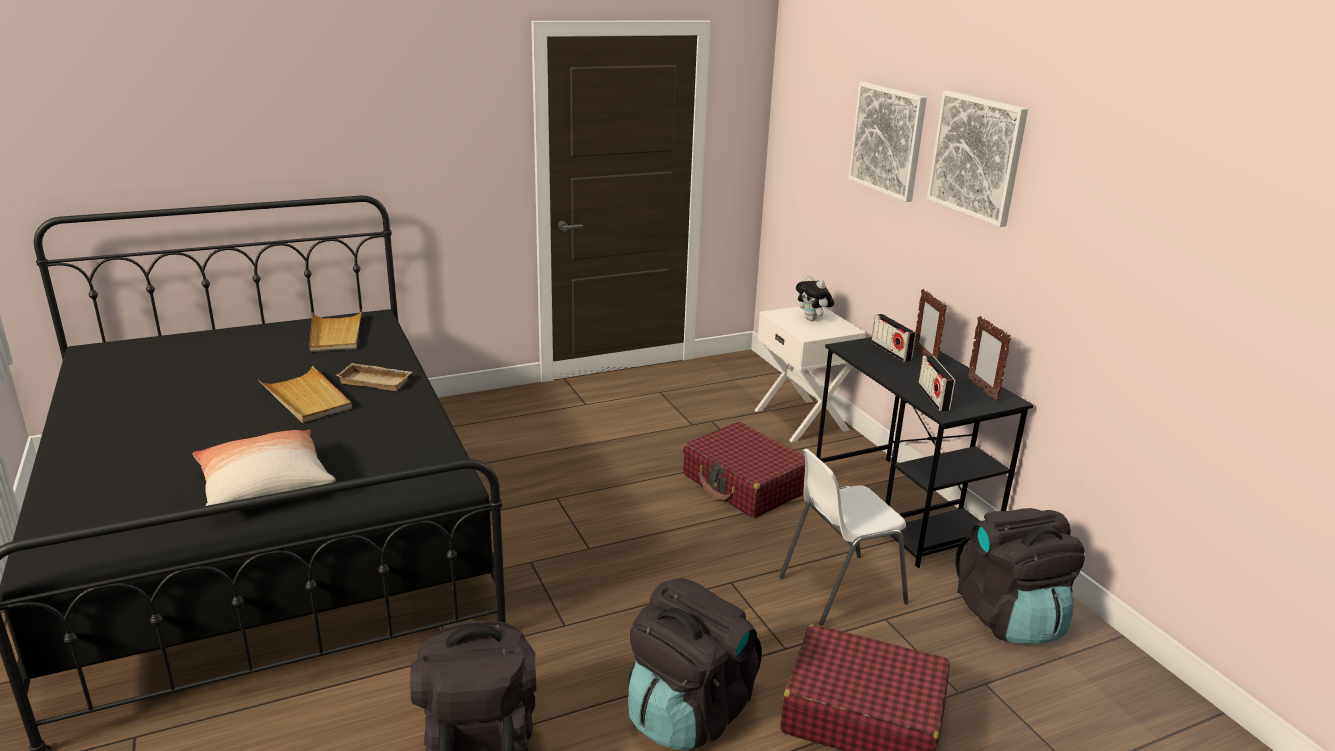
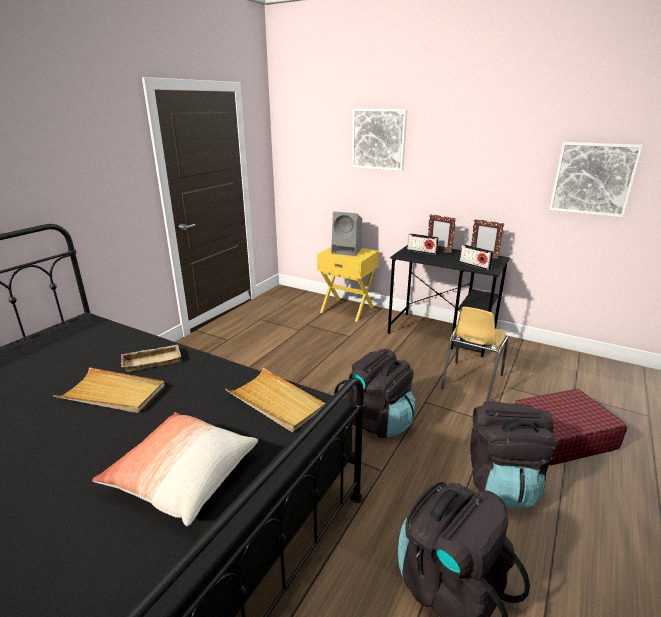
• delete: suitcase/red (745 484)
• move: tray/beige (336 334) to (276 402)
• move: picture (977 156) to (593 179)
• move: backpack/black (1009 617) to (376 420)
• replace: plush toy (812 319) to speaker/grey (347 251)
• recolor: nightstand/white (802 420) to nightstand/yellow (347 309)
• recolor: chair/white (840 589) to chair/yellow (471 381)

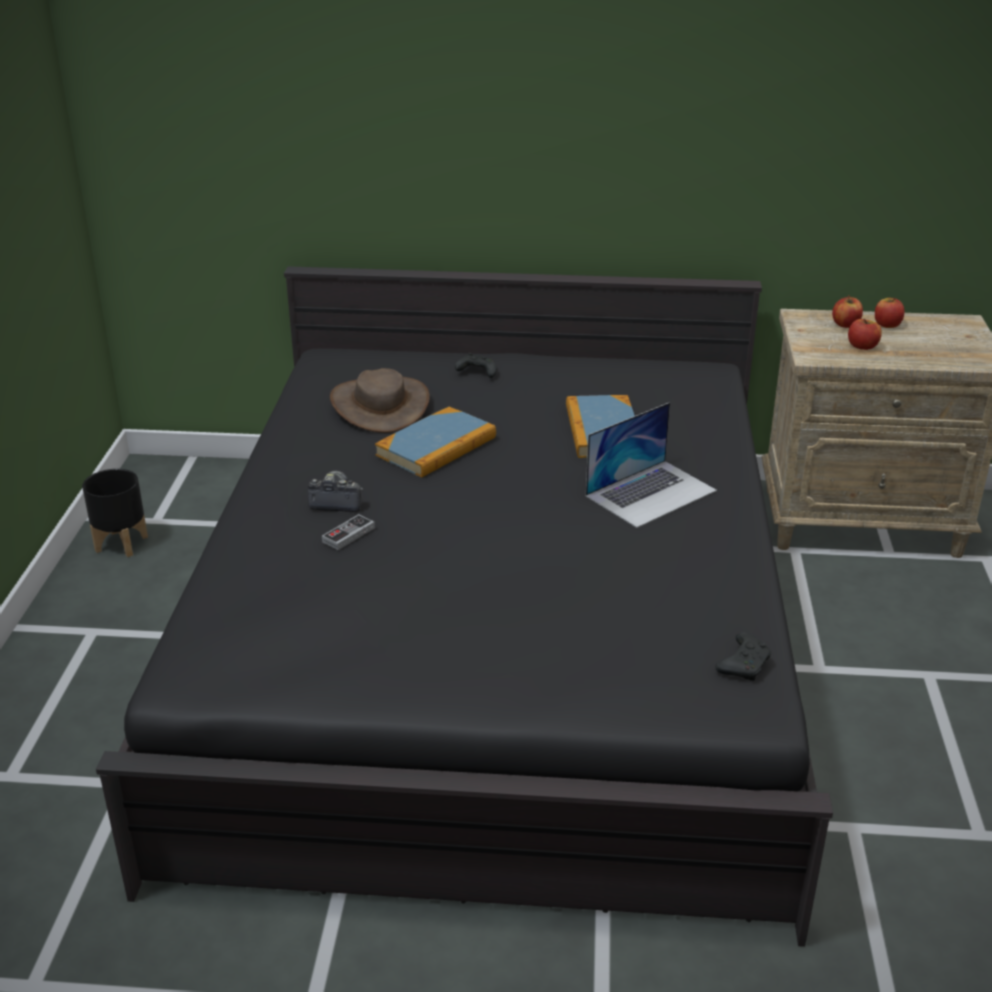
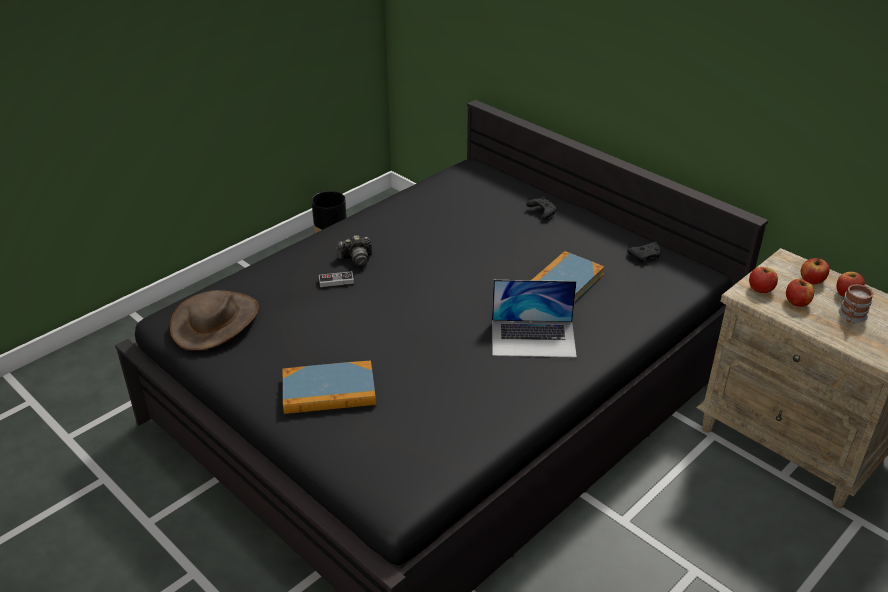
• insert: apple (760 289)
• insert: mug (851 317)
• move: hat/brown (380 405) to (216 321)
• move: book (436 447) to (329 391)
• move: game controller/black (744 665) to (645 256)
• rotate: photo camera (336 502) = (356 259) 120 degrees clockwise

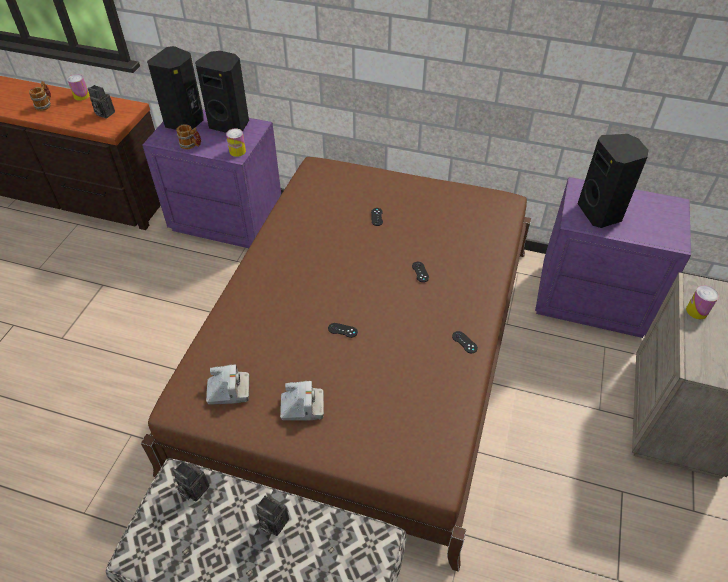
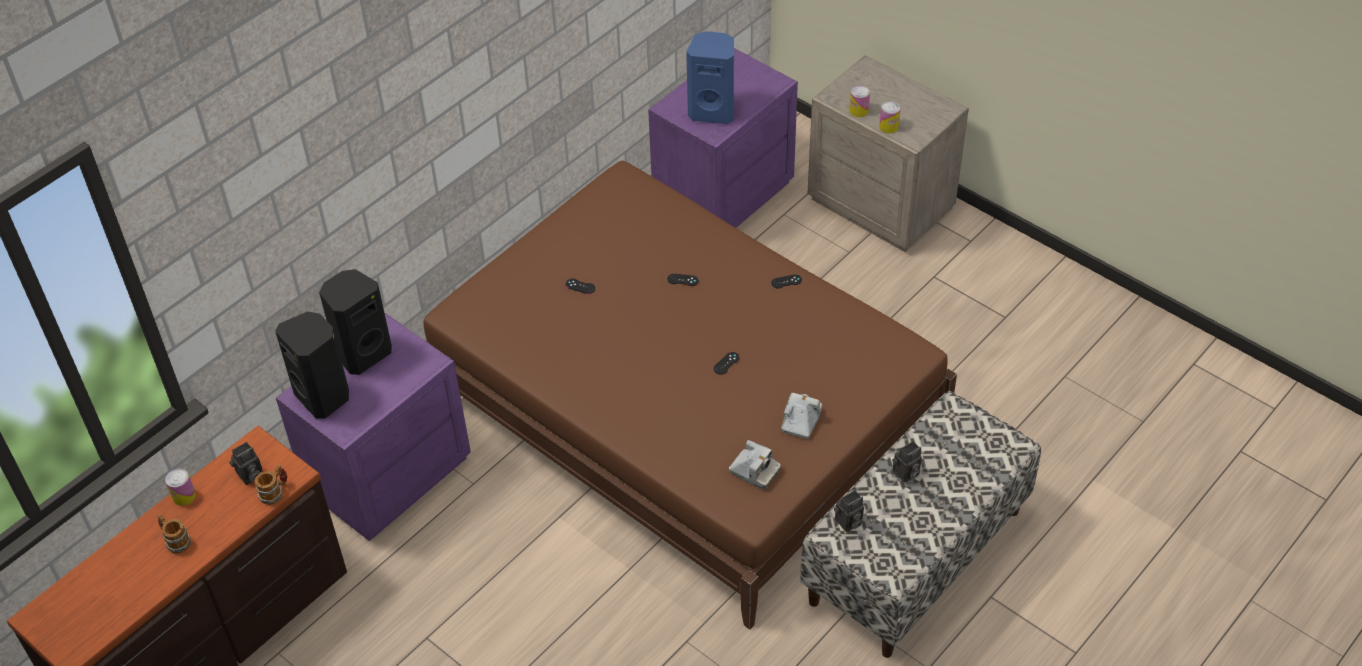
• move: mug (191 145) to (275 492)
• move: can (237 151) to (888 126)
• recolor: speaker/black (601 213) to speaker/blue (713 111)
• rotate: photo camera (229 391) = (754 471) 105 degrees clockwise

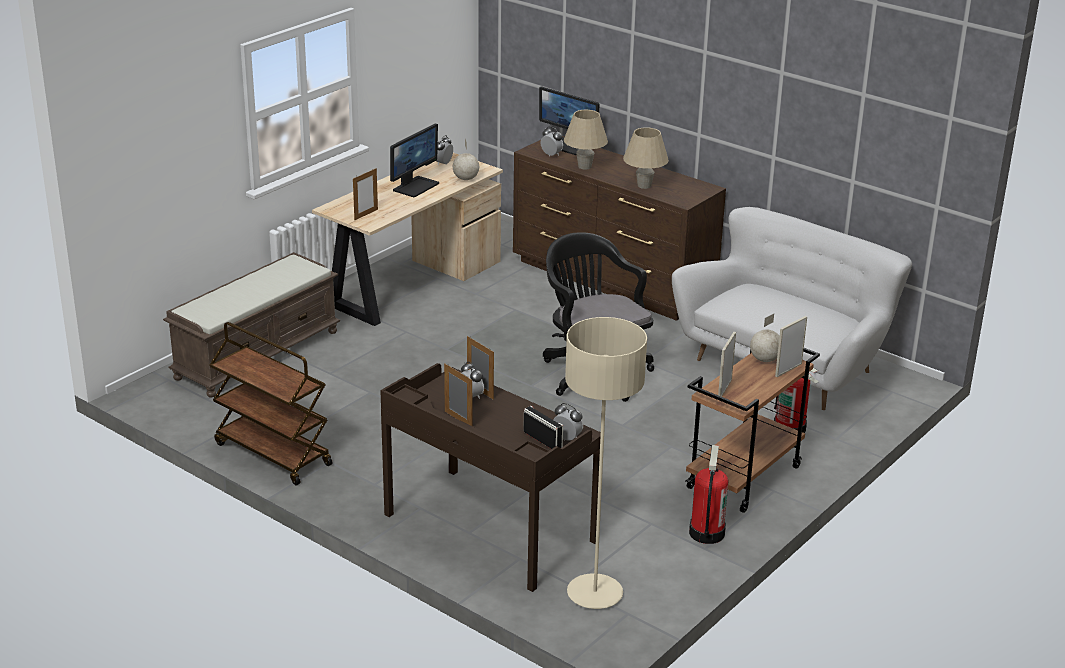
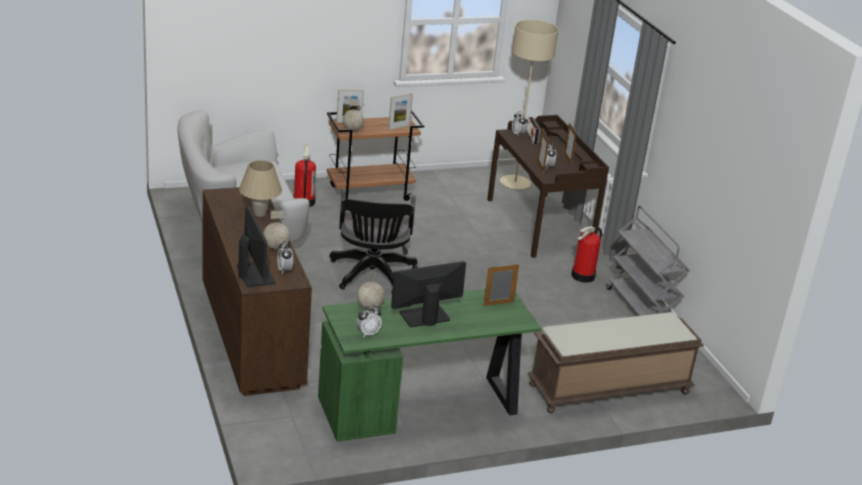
• move: fire extinguisher (706 532) to (583 276)
• replace: table lamp/beige (584 166) to globe (276 247)
• recolor: cart/brown (272 454) to cart/grey (641 309)
• recolor: desk/beige (411 283) to desk/green (422 406)

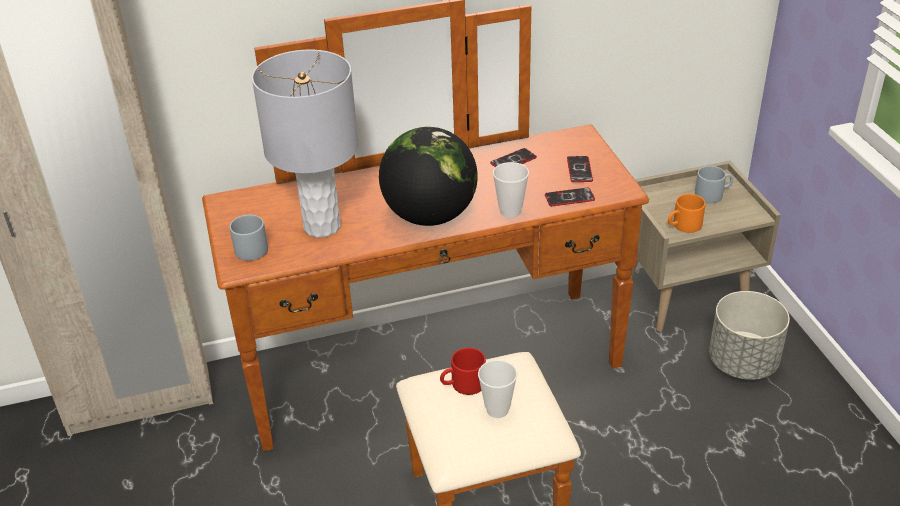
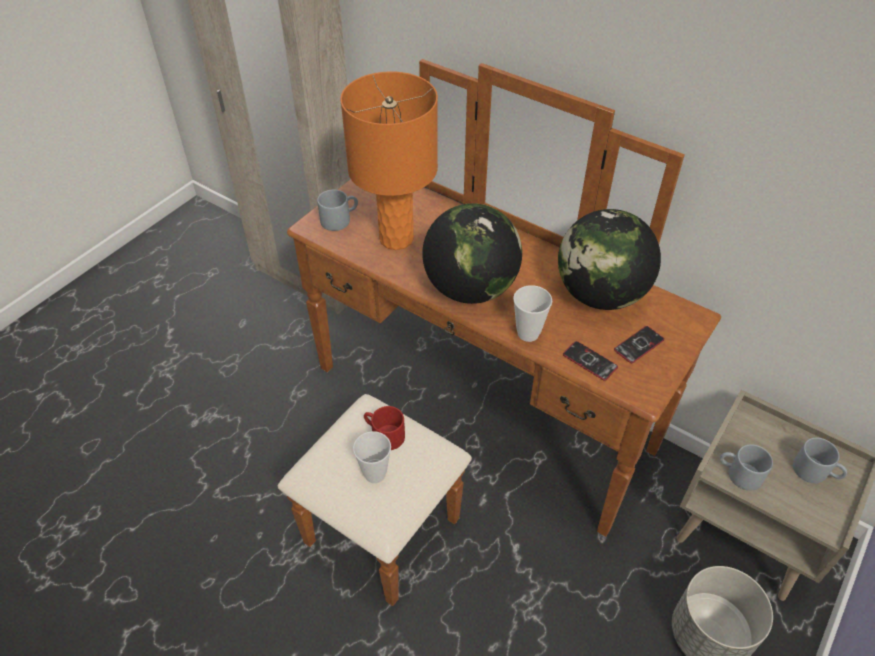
• replace: phone (513 161) to globe (600 294)
• recolor: table lamp/grey (322 226) to table lamp/orange (397 238)
• recolor: mug/orange (683 226) to mug/grey (739 474)

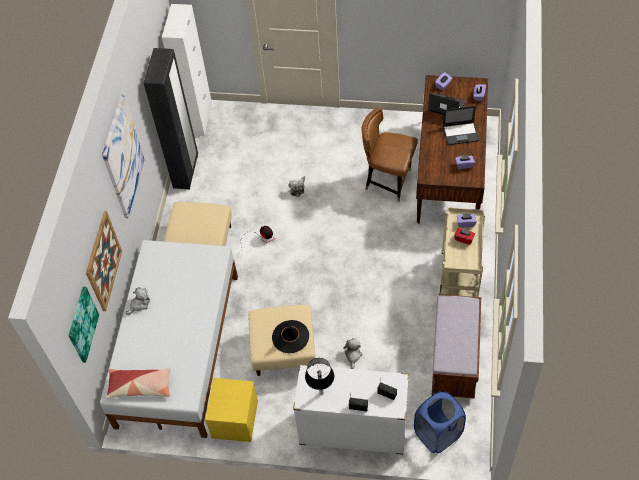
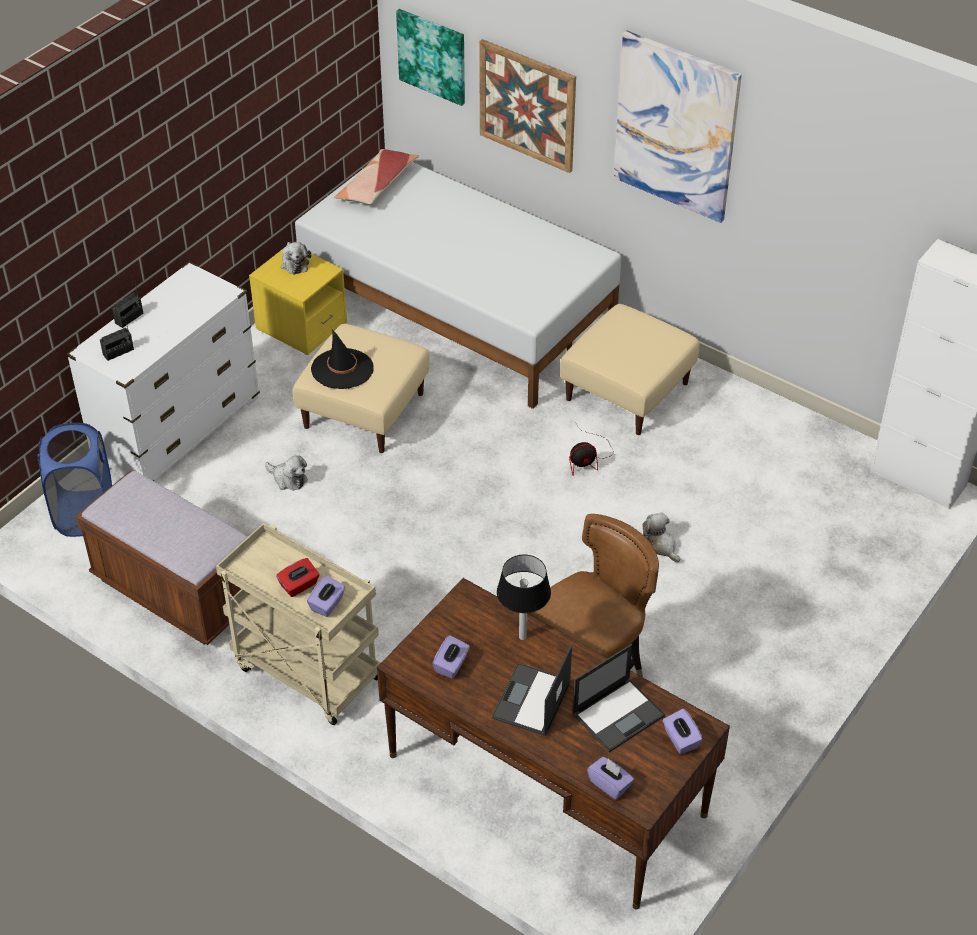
• delete: wardrobe/black (186 172)
• move: plush toy (139 304) to (294 263)
• move: table lamp (321 393) to (523 636)

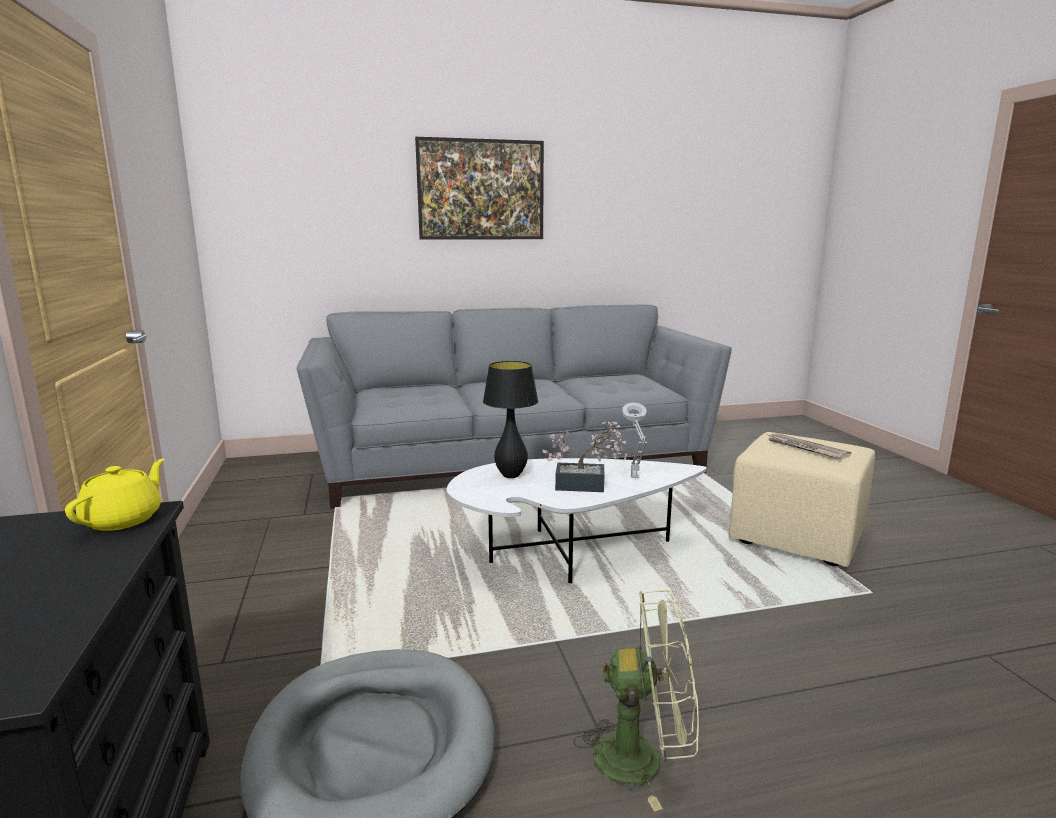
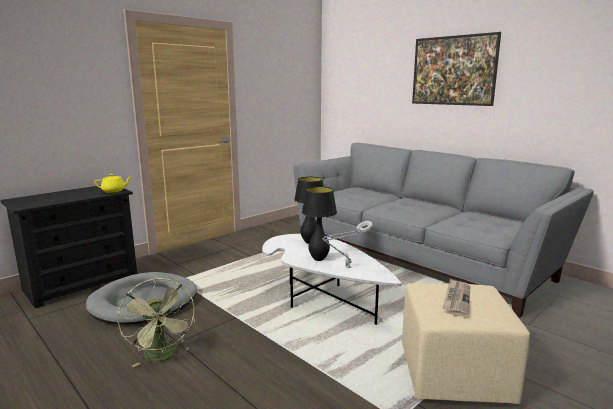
• replace: potted plant (586 486) to table lamp/black (318 259)

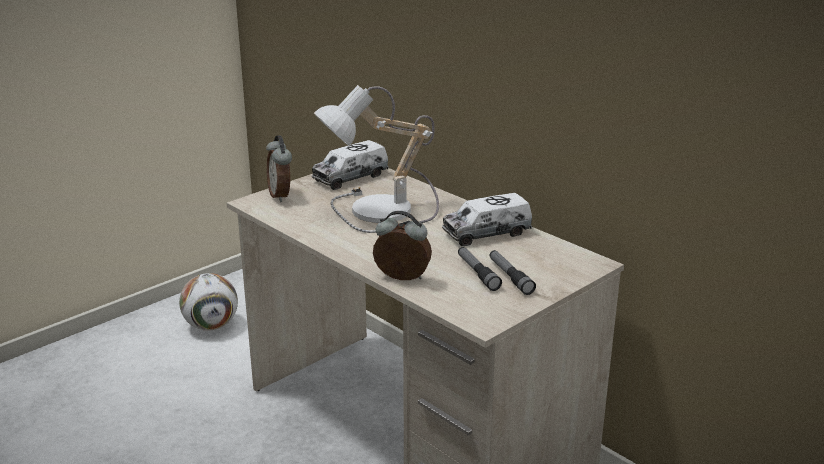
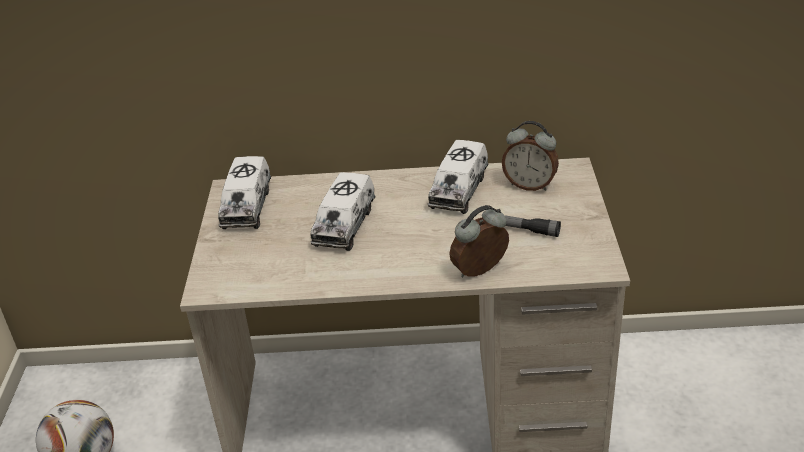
• delete: flashlight (510 277)
• move: alarm clock (281 195) to (530 185)
• replace: table lamp (380 213) to toy truck (344 225)

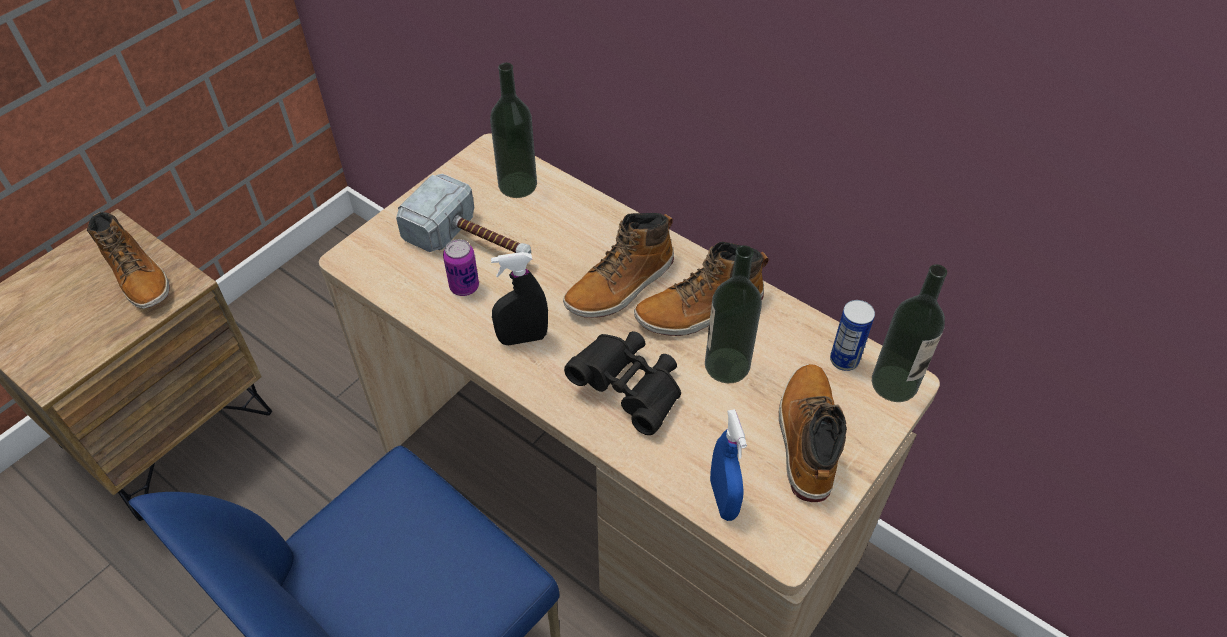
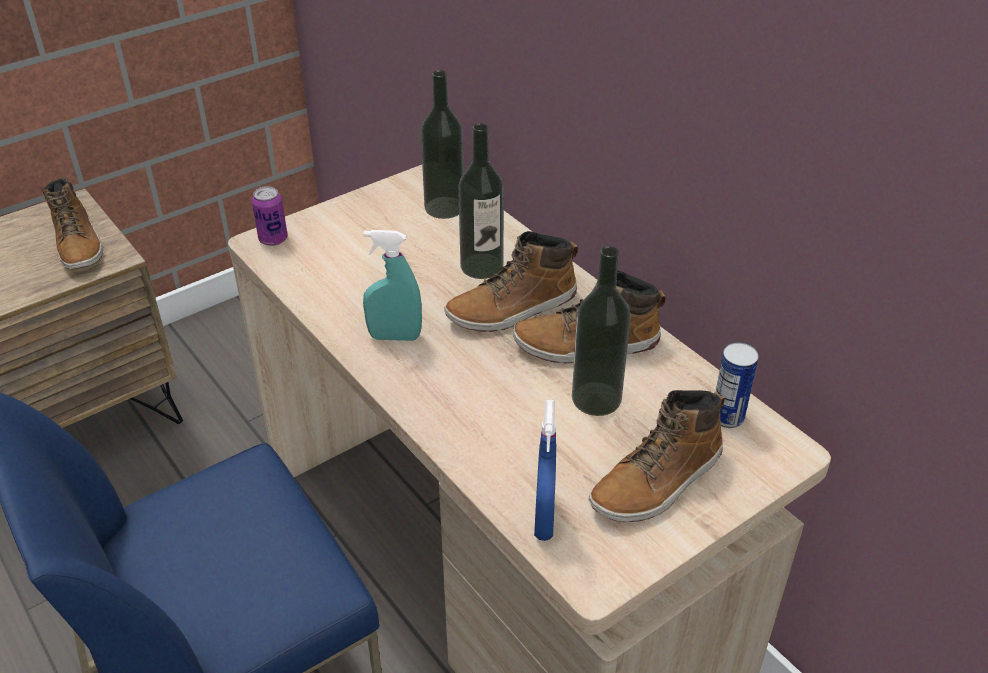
• delete: hammer (472 242)
• delete: binoculars/black (630 389)
• move: can (464 287) to (273 239)
• move: bottle (894 383) to (481 266)
• recolor: spray bottle/black (522 338) to spray bottle/turquoise (395 337)
• rotate: boot (806 438) = (658 481) 150 degrees counterclockwise

